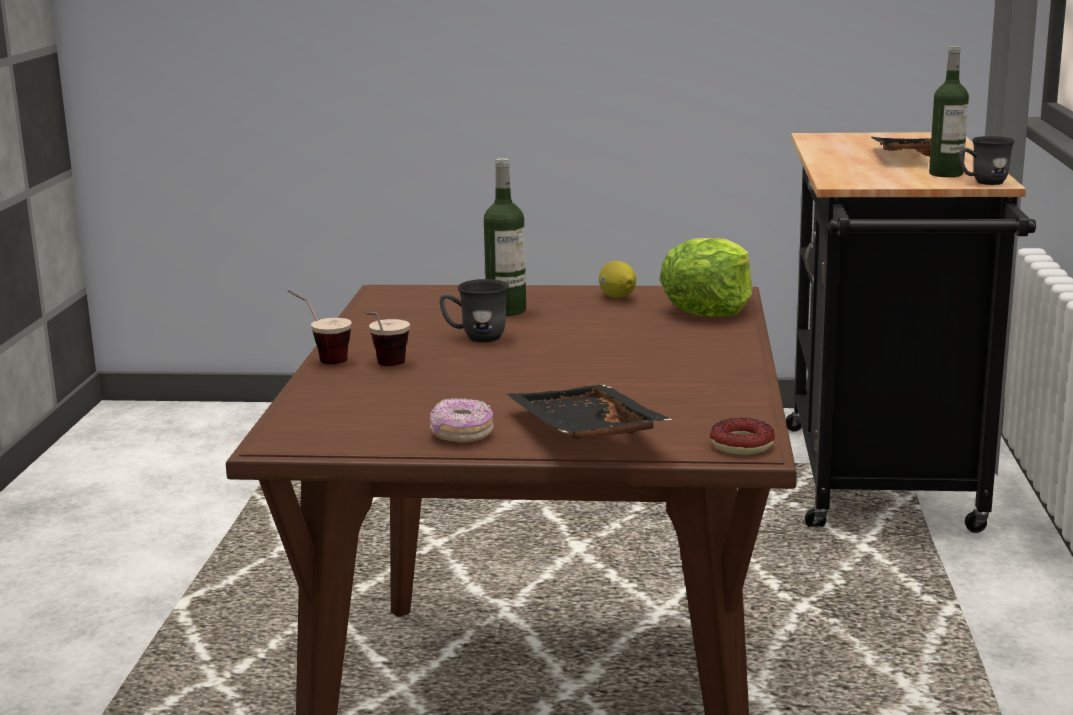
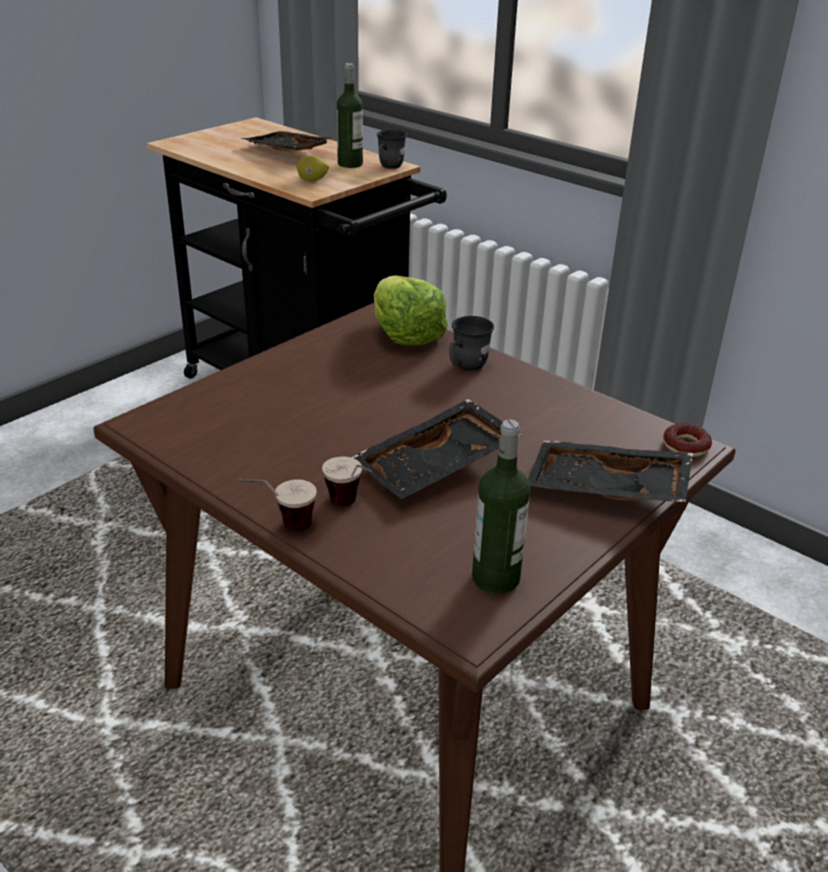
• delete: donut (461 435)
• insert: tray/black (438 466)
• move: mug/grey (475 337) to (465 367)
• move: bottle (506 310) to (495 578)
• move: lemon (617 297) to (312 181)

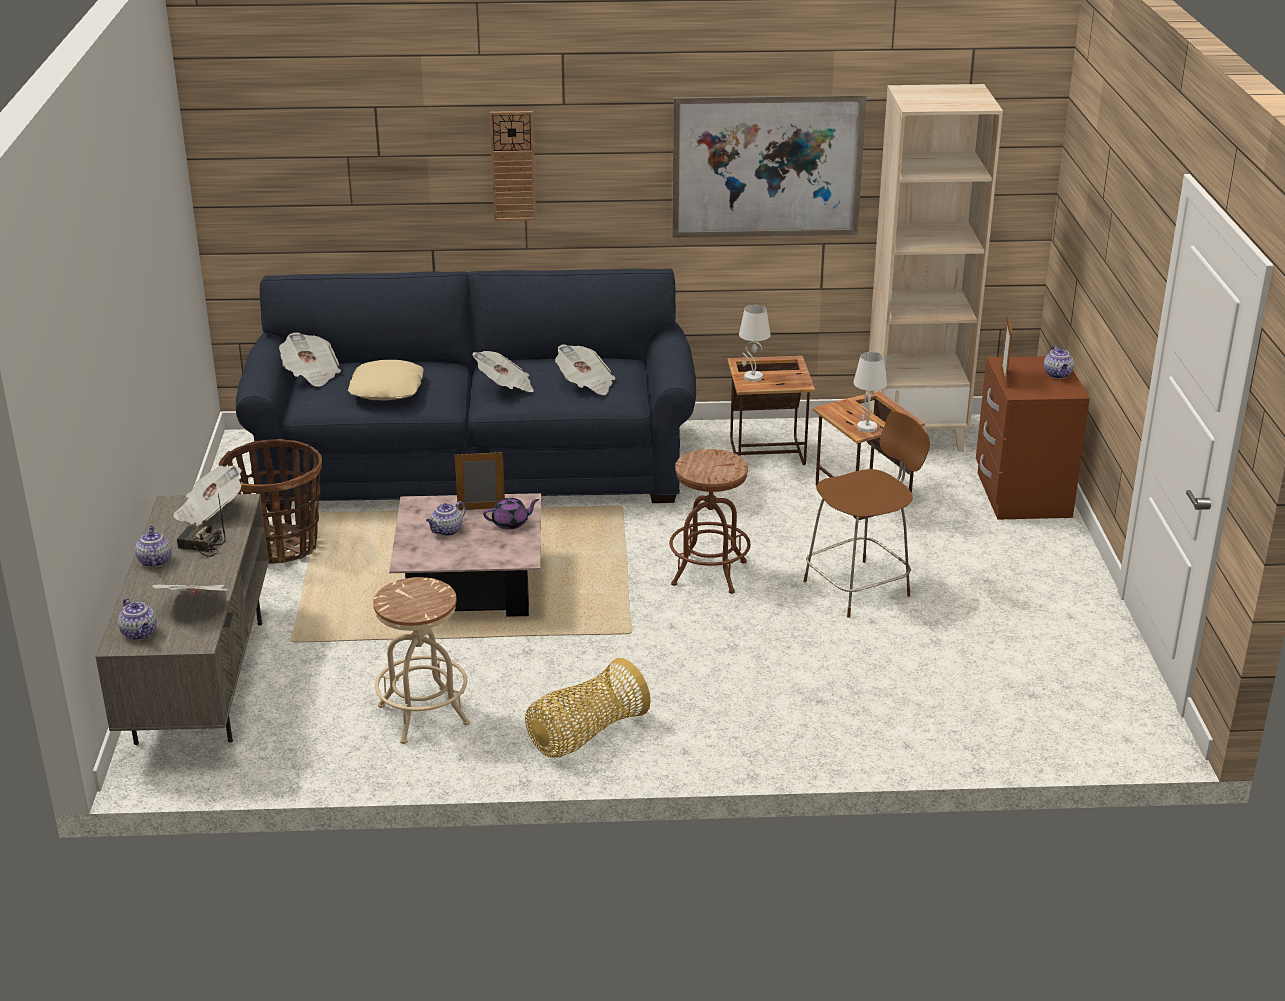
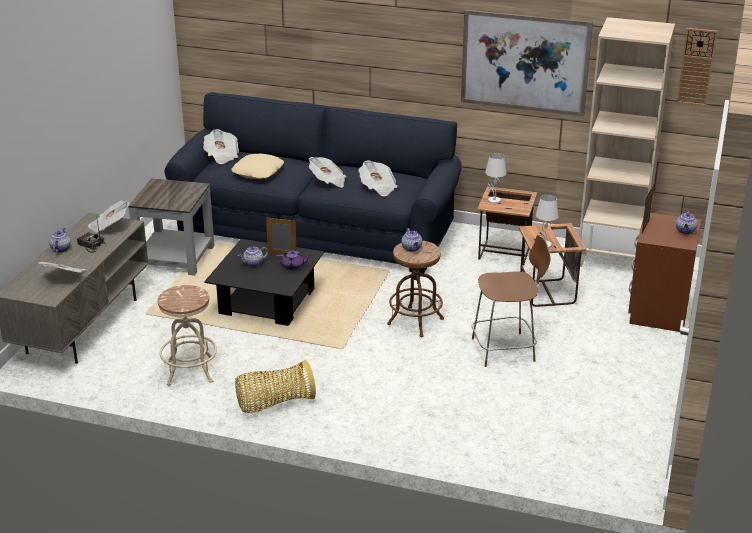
• move: teapot (140 633) to (412 248)
• move: wall clock (513 166) to (696 67)
• replace: basket (280 546) to side table/grey (175 257)
• recolor: coffee table/pink (471 586) to coffee table/black (267 301)

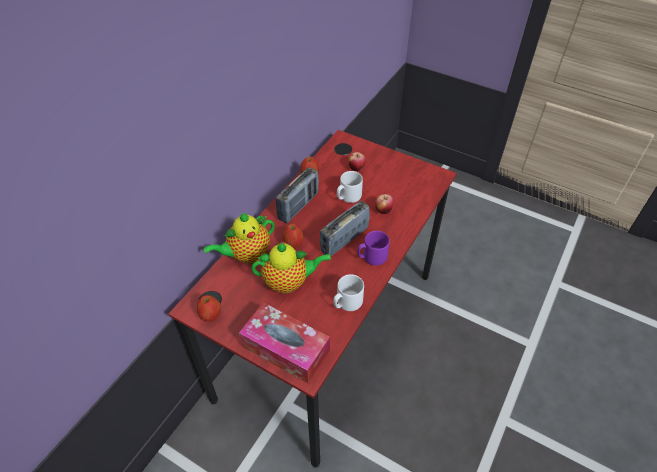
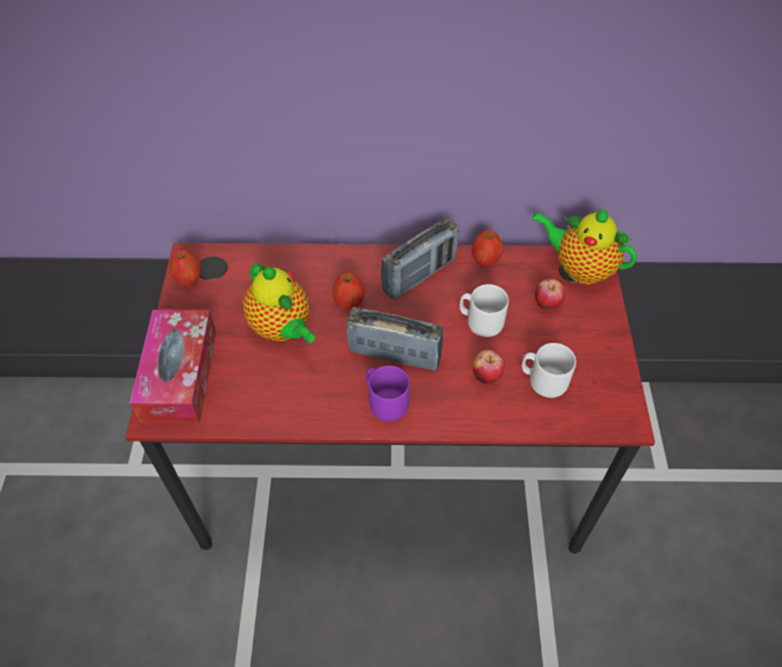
• move: teapot (247 255) to (579 268)
• move: mug/white (347 303) to (543 380)
• rotate: radio (298 206) = (419 275) 45 degrees counterclockwise

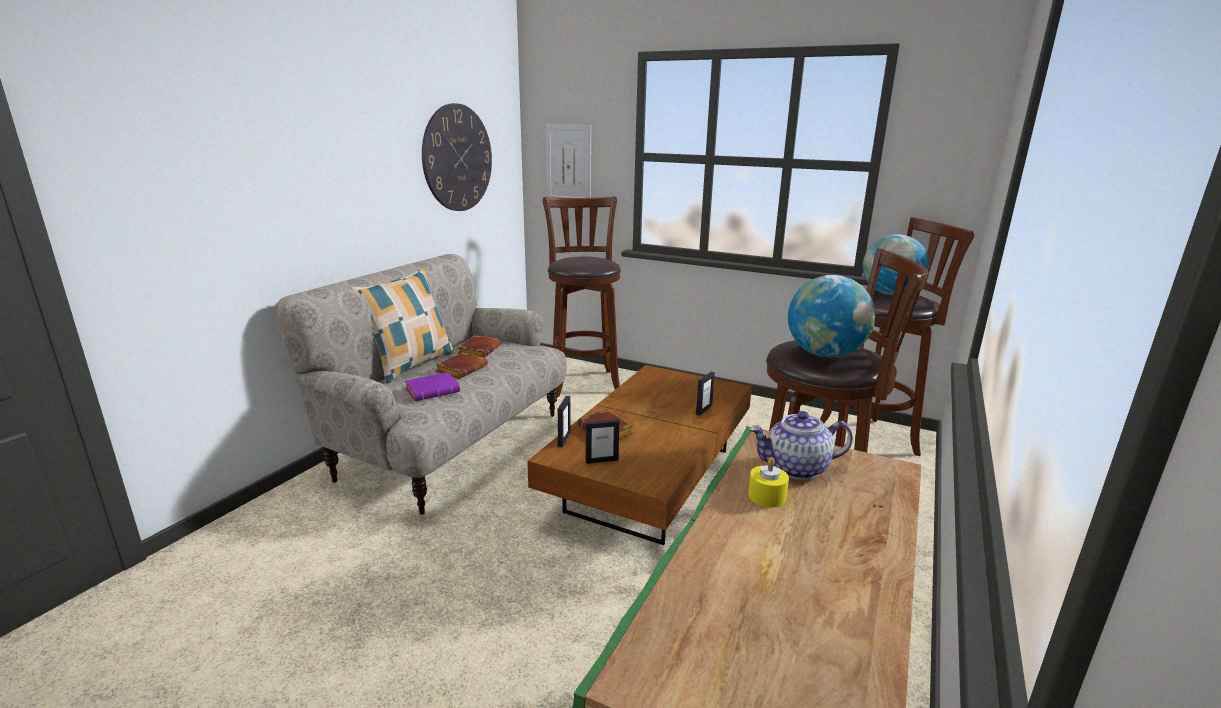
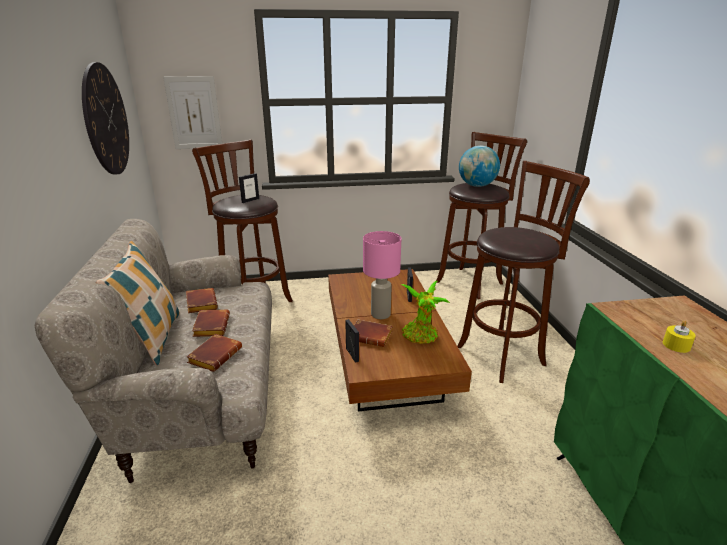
• delete: teapot (796 468)
• delete: globe (825 354)
• insert: table lamp/pink (380 314)
• insert: potted plant (421 337)
• move: picture frame (601 460) to (250 200)
• recolor: book/purple (433 390) to book/brown (215 355)

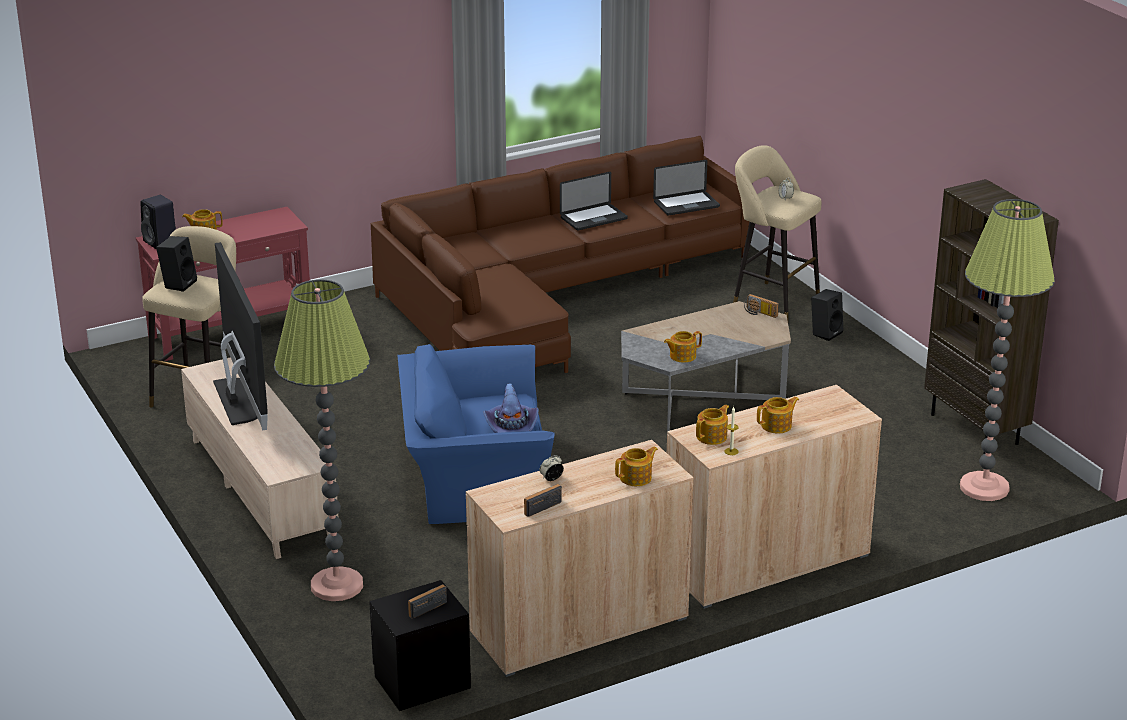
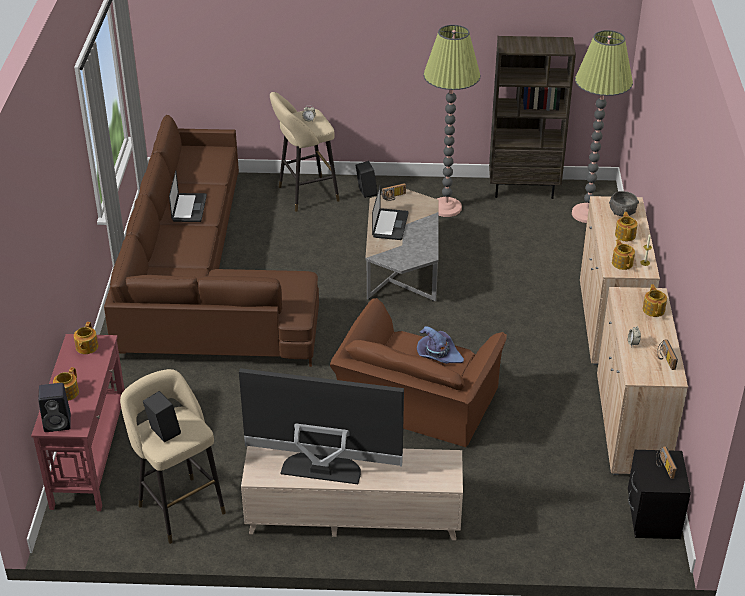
• insert: bowl/grey (622 212)
• move: floor lamp (337 585) to (446 208)
• move: laptop (686 205) to (390 225)
• move: teapot (682 356) to (86 347)
• recolor: armchair/blue (474 474) to armchair/brown (416 403)

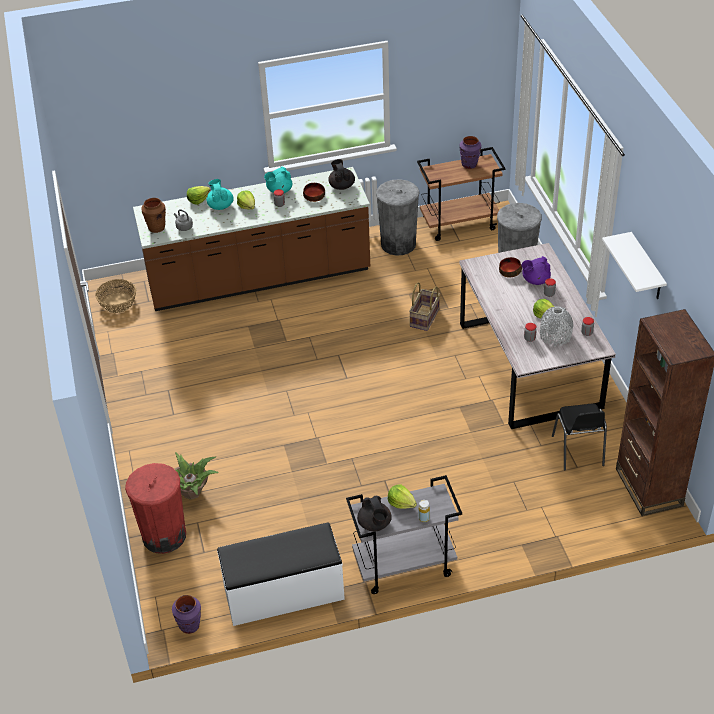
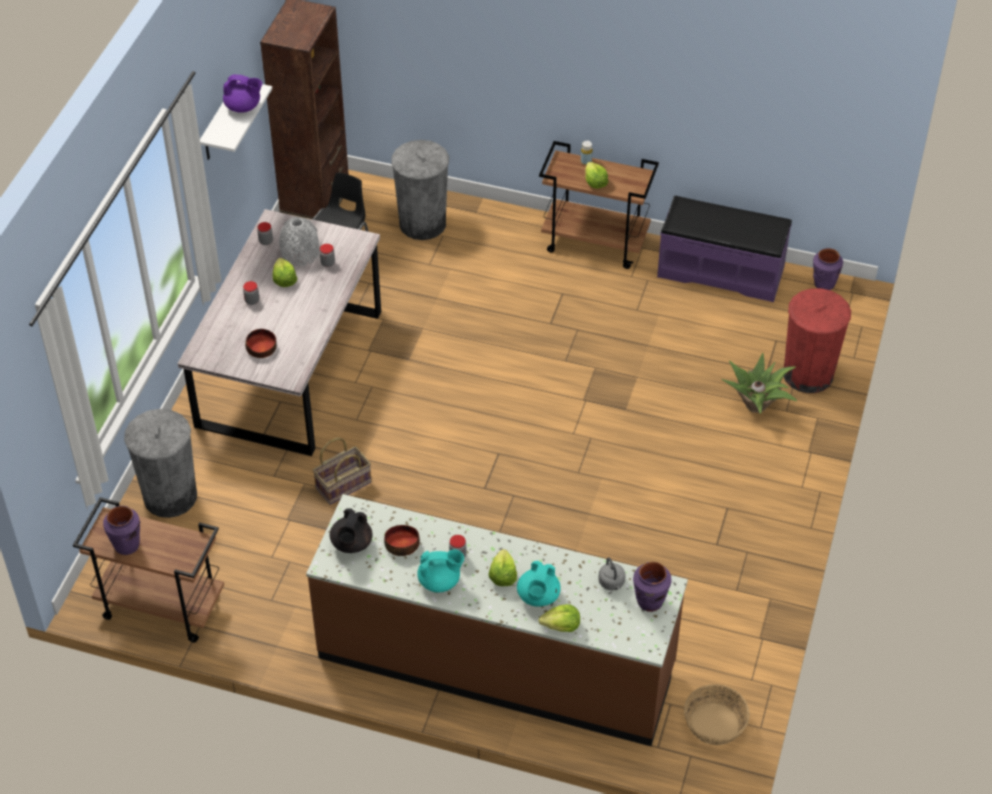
• delete: teapot/black (375 524)
• move: trash can/grey (398 244) to (422 223)
• move: teapot/purple (535 280) to (243 107)
• recolor: vase/brown (156 228) to vase/purple (649 602)
• recolor: bench/white (284 593) to bench/purple (721 271)
• recolor: cart/grey (403 567) to cart/brown (596 243)

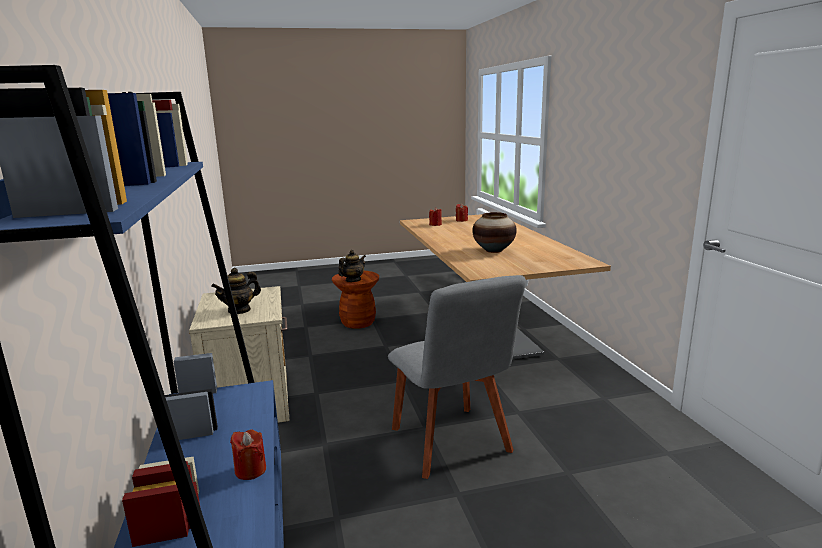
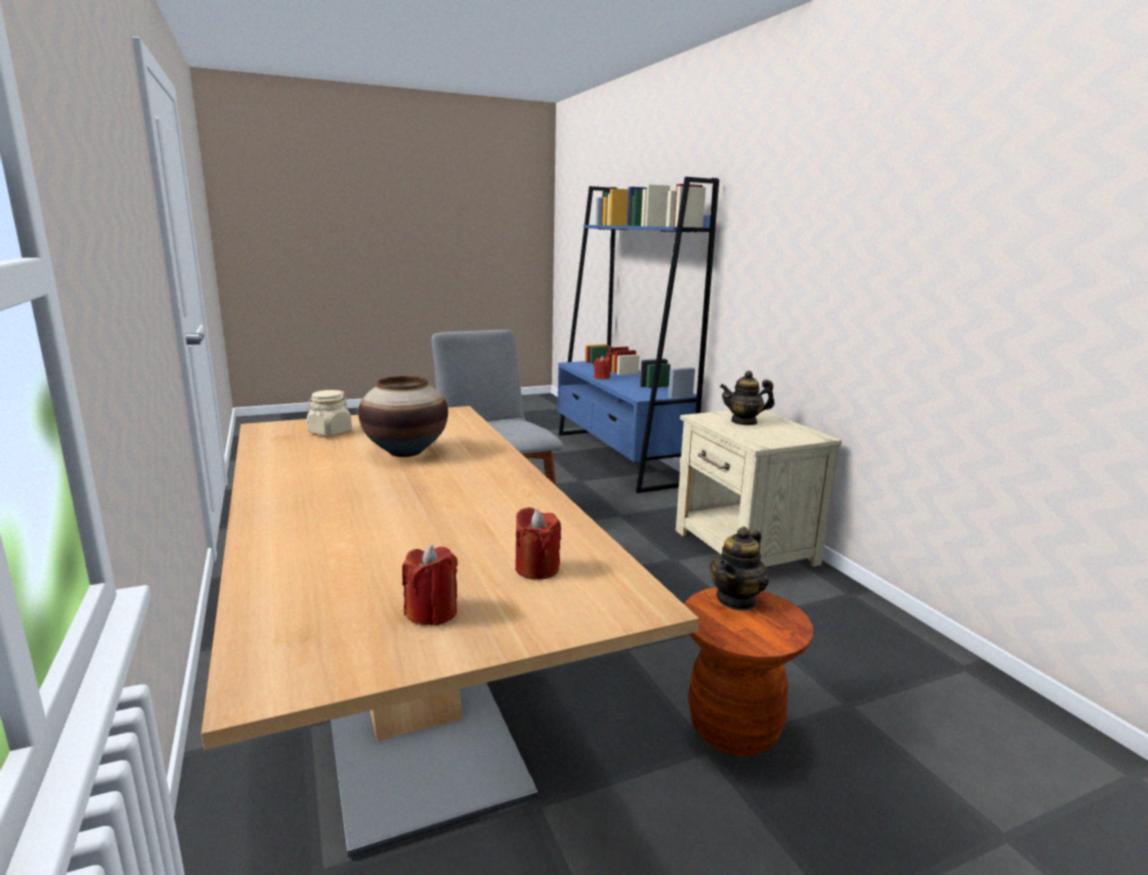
• insert: jar/beige (330 432)
• rotate: teapot (239 310) = (744 421) 135 degrees counterclockwise

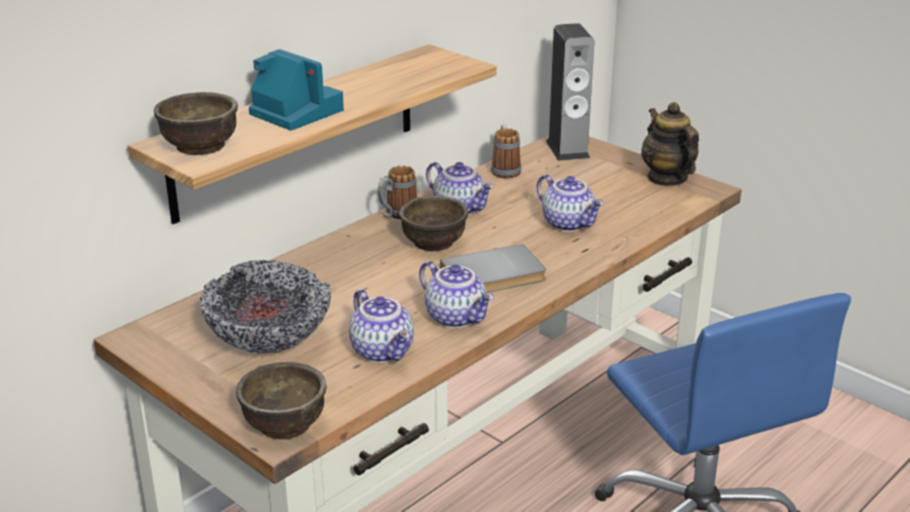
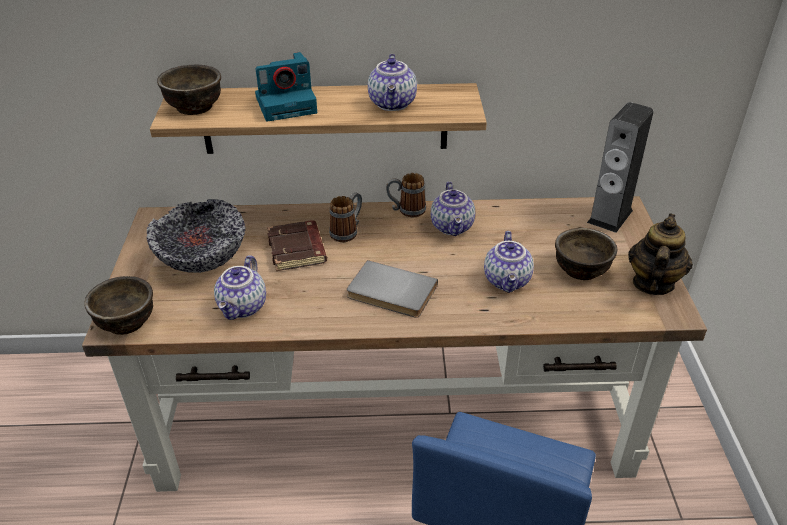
• insert: book/brown (298 250)
• move: bowl/brown (434 242) to (581 269)
• move: teapot (457 317) to (393 104)
• move: mug (505 169) to (348 231)
• rotate: photo camera (294 112) = (287 104) 75 degrees clockwise

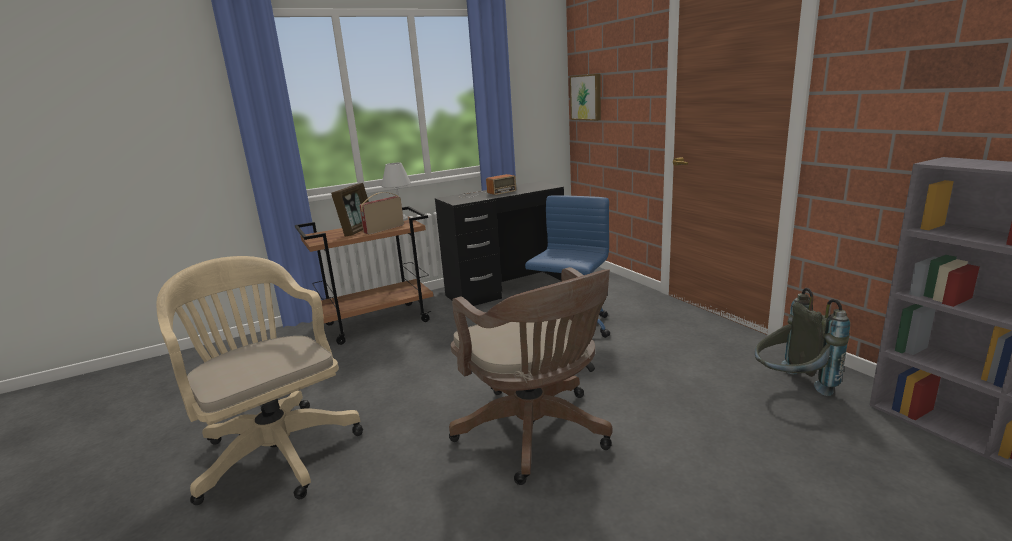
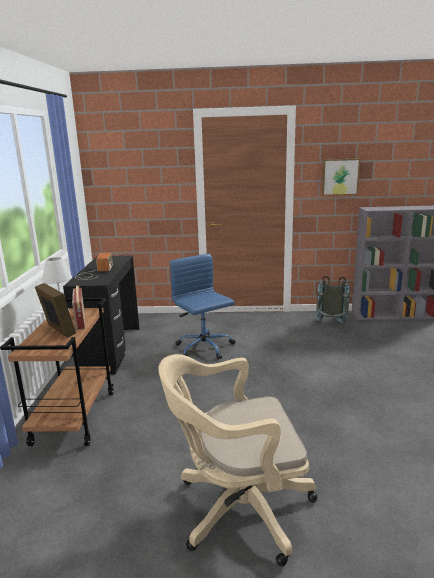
• delete: office chair/brown (536 434)
• move: picture (587 97) to (340 177)

